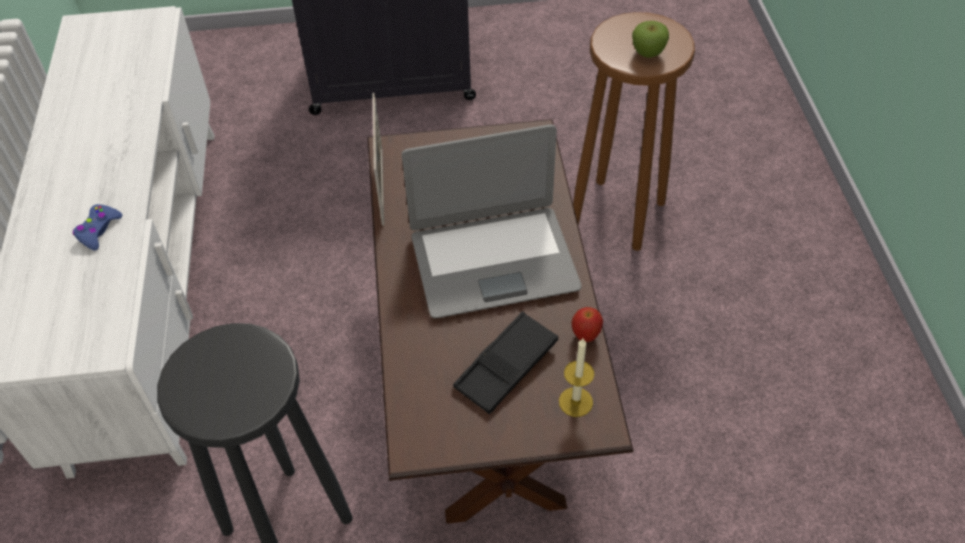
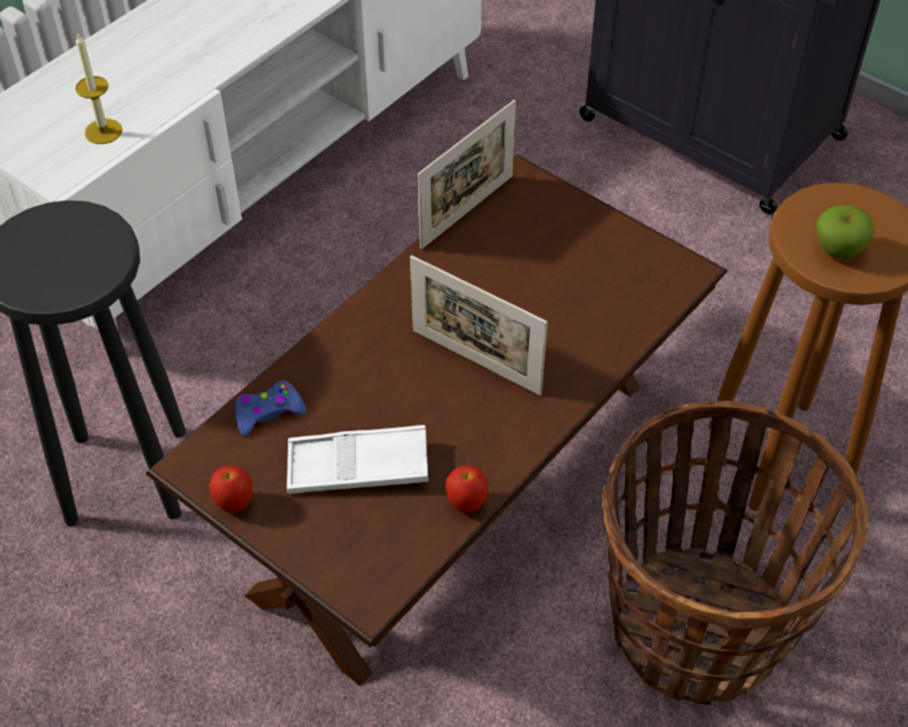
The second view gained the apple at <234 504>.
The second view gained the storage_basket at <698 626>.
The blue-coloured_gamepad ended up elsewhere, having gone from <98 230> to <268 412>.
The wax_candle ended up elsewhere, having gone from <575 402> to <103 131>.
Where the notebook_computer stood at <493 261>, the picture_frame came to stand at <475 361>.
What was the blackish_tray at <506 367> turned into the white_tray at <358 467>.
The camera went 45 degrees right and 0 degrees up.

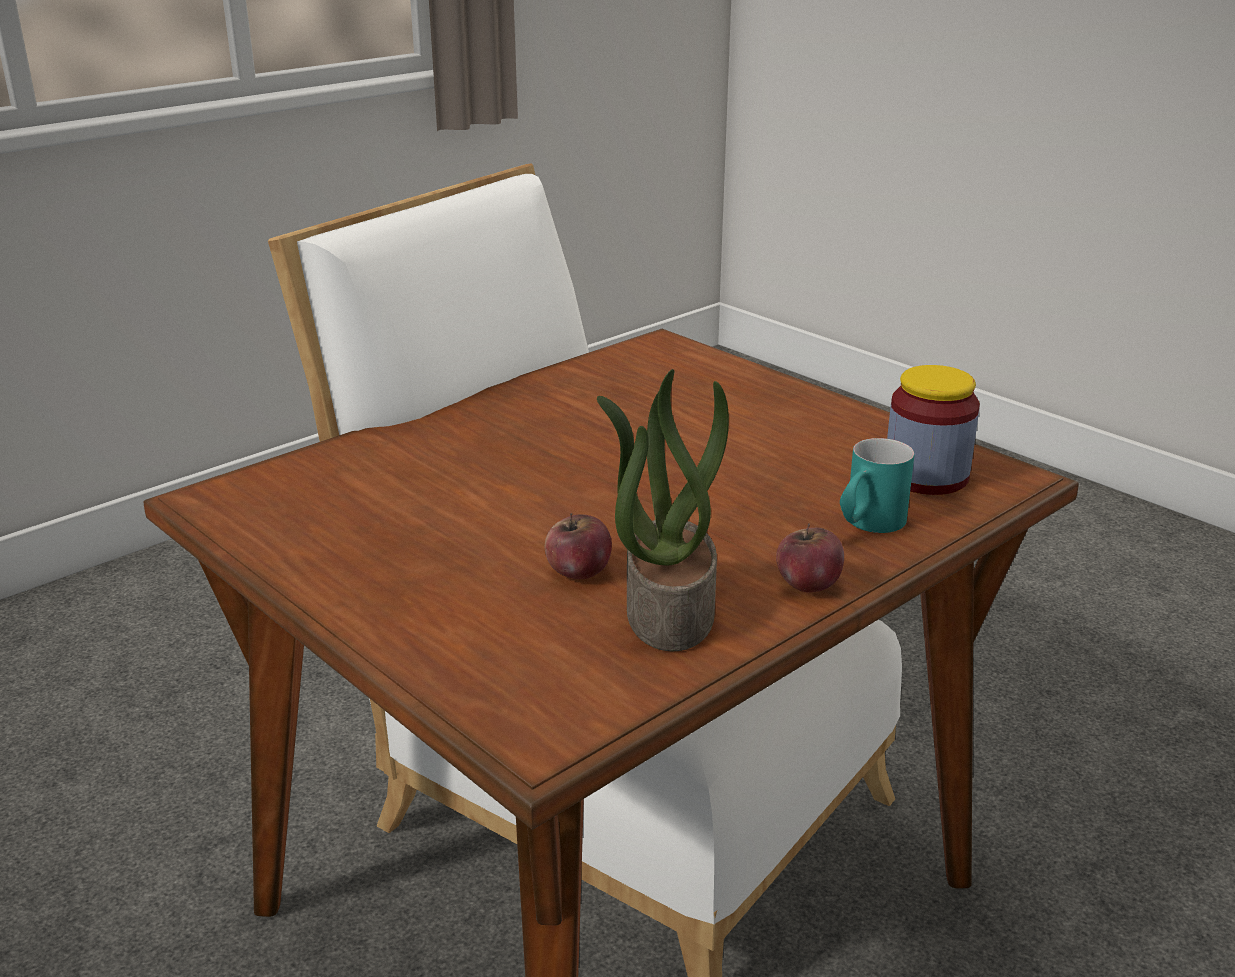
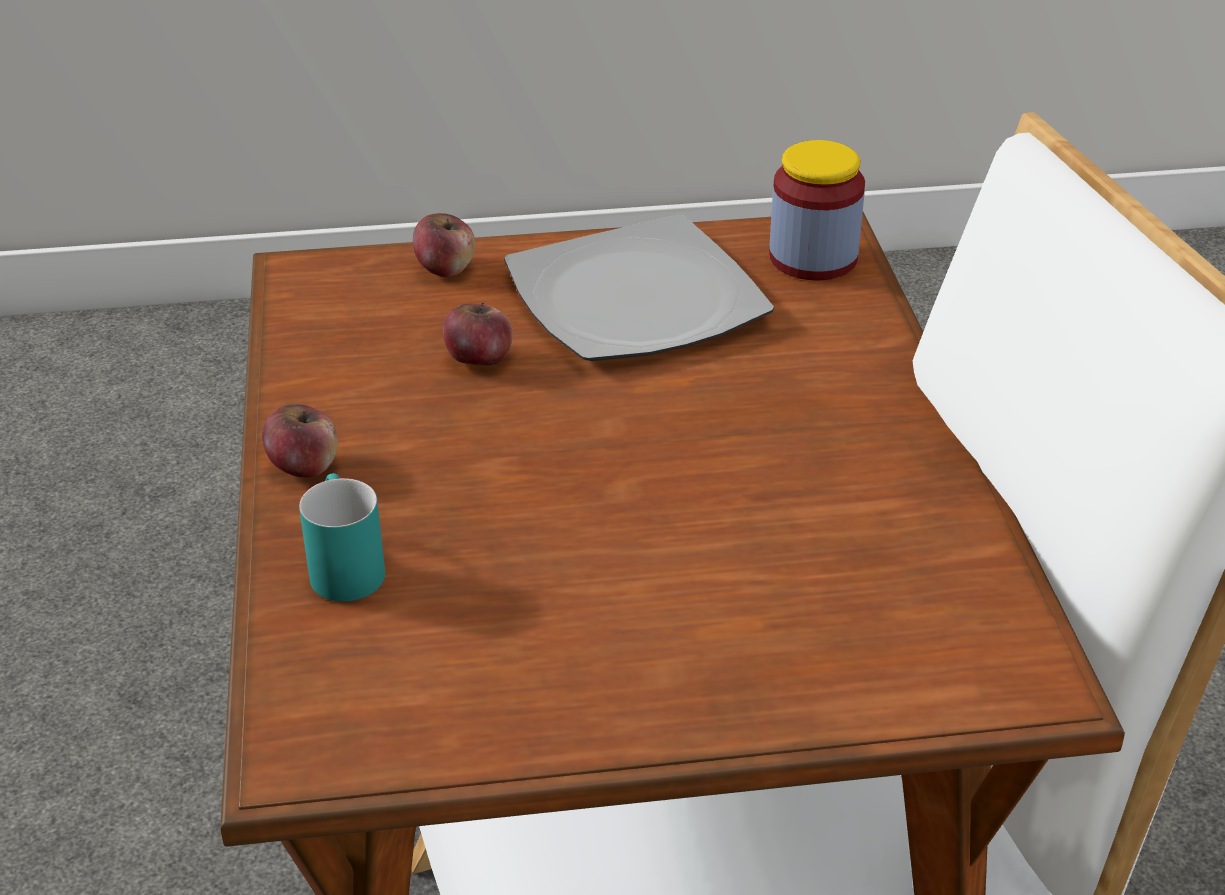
The second view lost the potted_plant at <667 611>.
The second view gained the apple at <446 269>.
The second view gained the dinner_plate at <639 300>.
The jar ended up elsewhere, having gone from <926 476> to <813 258>.
The camera went 125 degrees right and 10 degrees up.

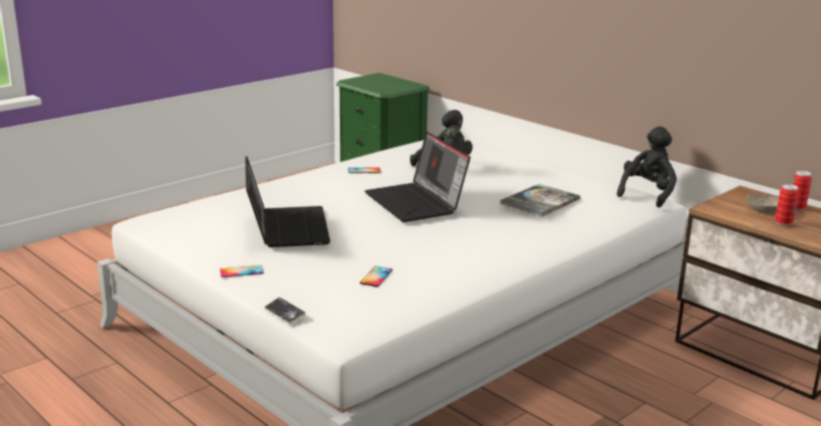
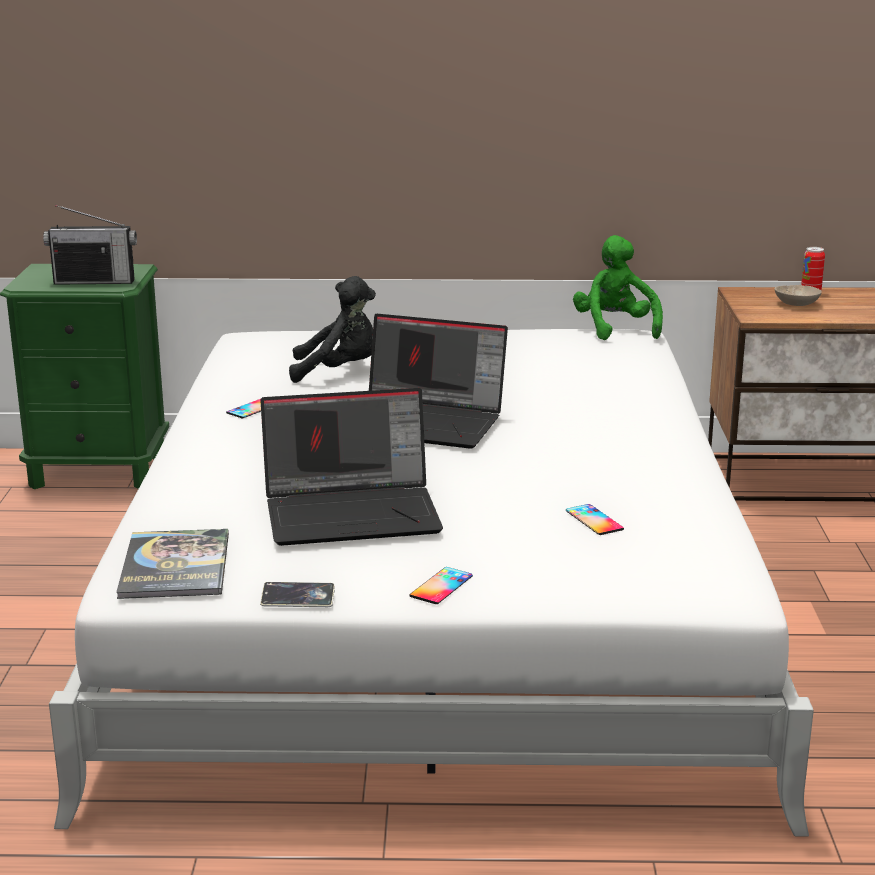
The second view lost the sealed_can at <783 223>.
The second view gained the radio_receiver at <94 281>.
The telephone ended up elsewhere, having gone from <284 313> to <297 599>.
The book ended up elsewhere, having gone from <540 201> to <175 566>.
What was the blackish_plush_toy at <647 194> turned into the greenish_plush_toy at <615 329>.
The notebook_computer at <286 228> ended up facing another way, 135 degrees clockwise from before.
The camera went 45 degrees left and 0 degrees up.

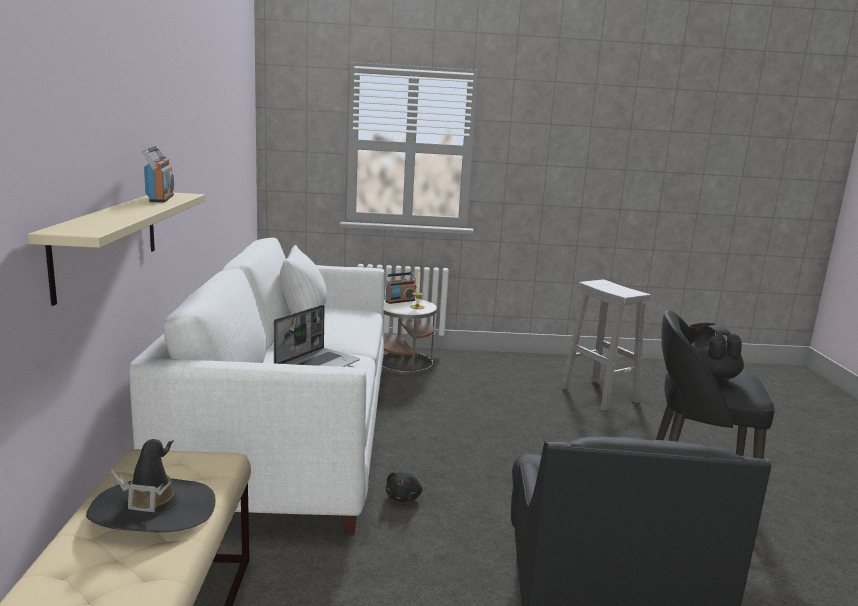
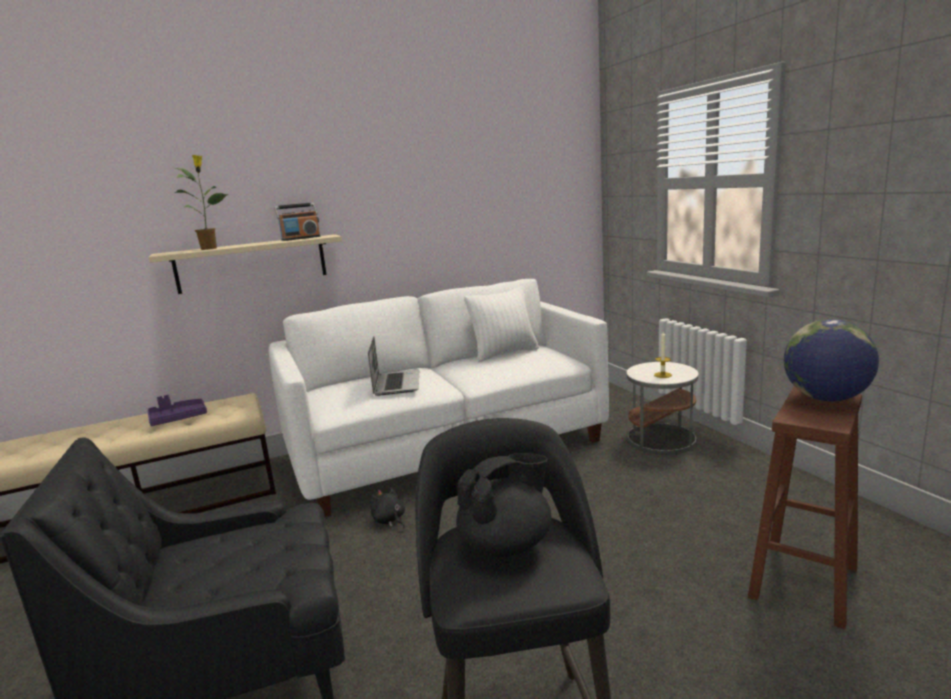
The second view lost the radio_receiver at <400 301>.
The second view gained the potted_plant at <210 248>.
The second view gained the world_globe at <826 398>.
Where the blackish_clothing_hat stood at <153 511>, the purplish_tray came to stand at <178 418>.
What was the white_stool at <600 395> turned into the brownish_stool at <803 583>.
The notebook_computer at <317 365> ended up facing another way, 105 degrees counterclockwise from before.
The blackish_plush_toy at <404 497> ended up facing another way, 60 degrees clockwise from before.
The camera went 70 degrees right and 0 degrees up.

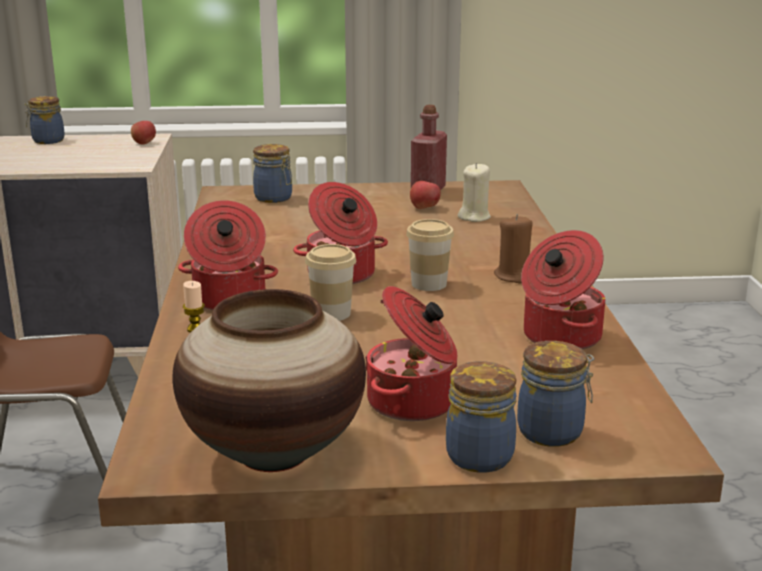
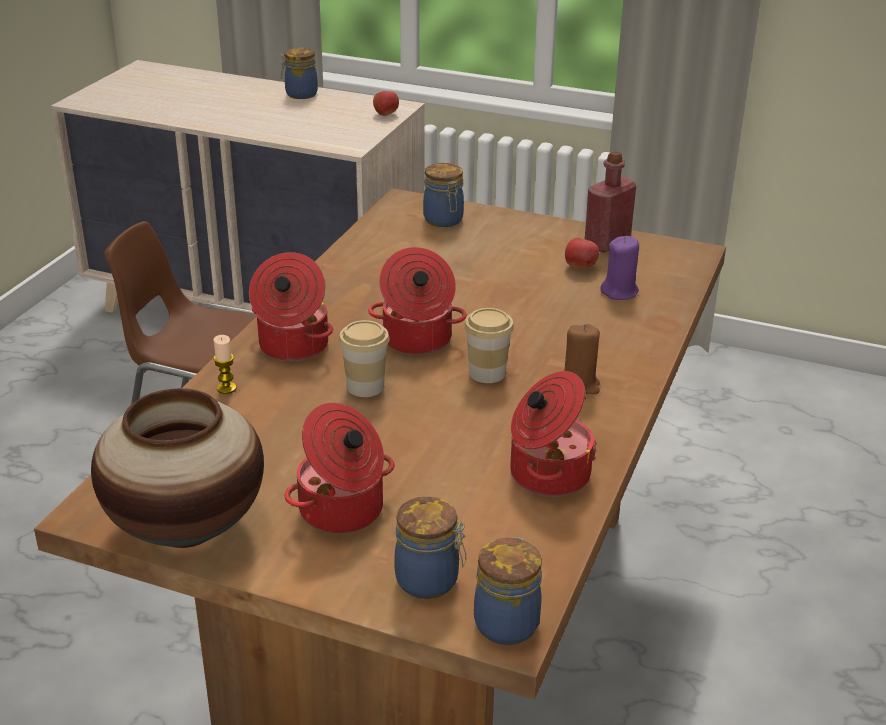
The jar ended up elsewhere, having gone from <478 455> to <507 622>.
What was the sand-coloured_wax_candle at <474 217> turned into the purplish_wax_candle at <620 292>.
The camera went 25 degrees right and 10 degrees up.

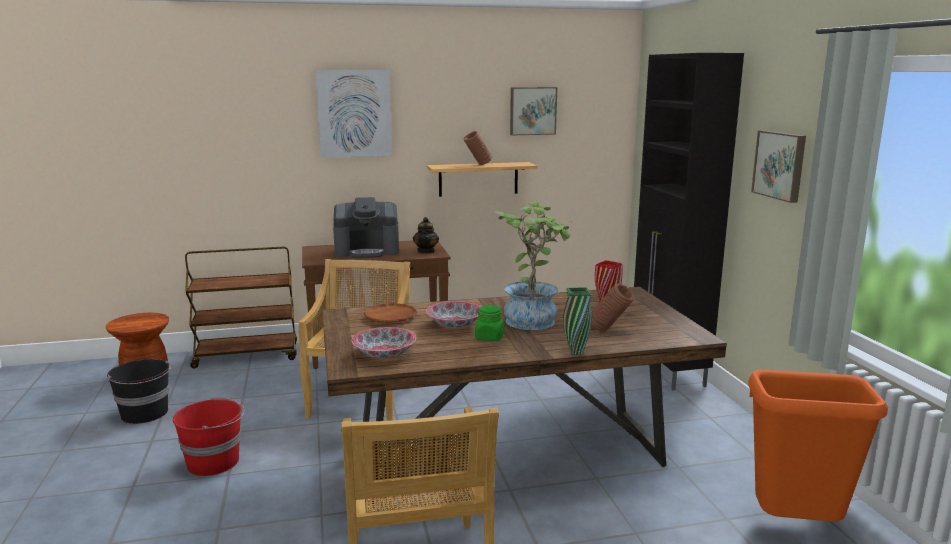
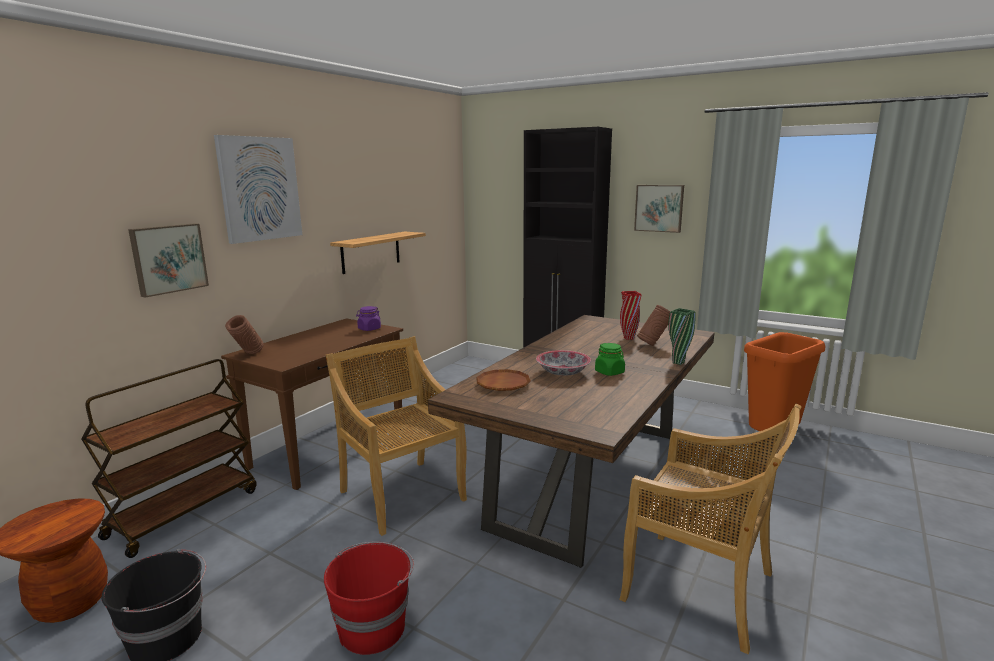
The second view lost the coffee_brewer at <367 251>.
The second view lost the bowl at <385 354>.
The second view lost the potted_plant at <533 318>.
The brownish_vase ended up elsewhere, having gone from <478 165> to <248 355>.
The wall_art ended up elsewhere, having gone from <532 111> to <168 258>.
Where the tea_pot stood at <426 251>, the purplish_jar came to stand at <369 329>.
The camera went 45 degrees left and 0 degrees up.

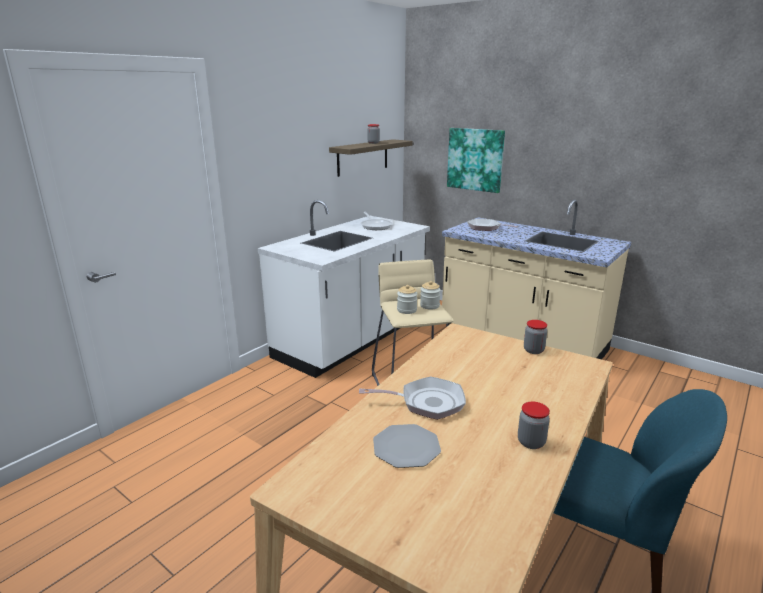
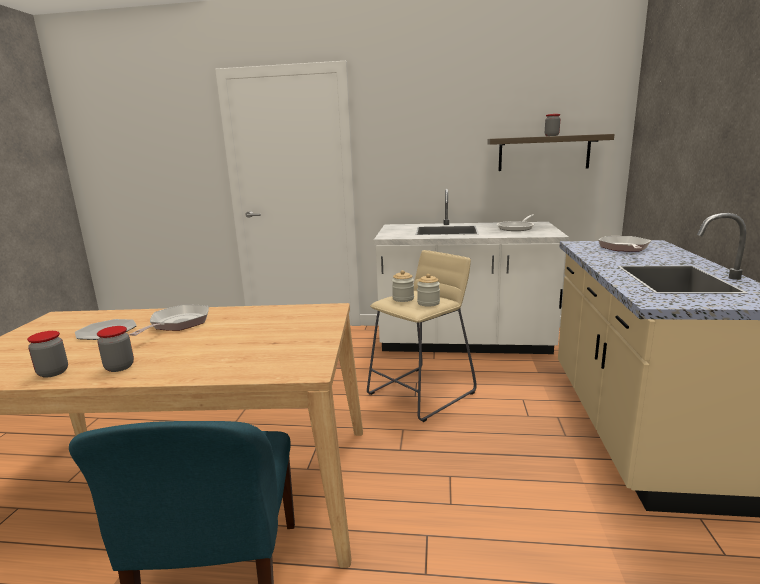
The second view lost the wall_art at <475 159>.
The jar ended up elsewhere, having gone from <533 350> to <53 372>.
The frying_pan at <426 402> ended up facing another way, 135 degrees counterclockwise from before.
The camera went 60 degrees right and 5 degrees down.

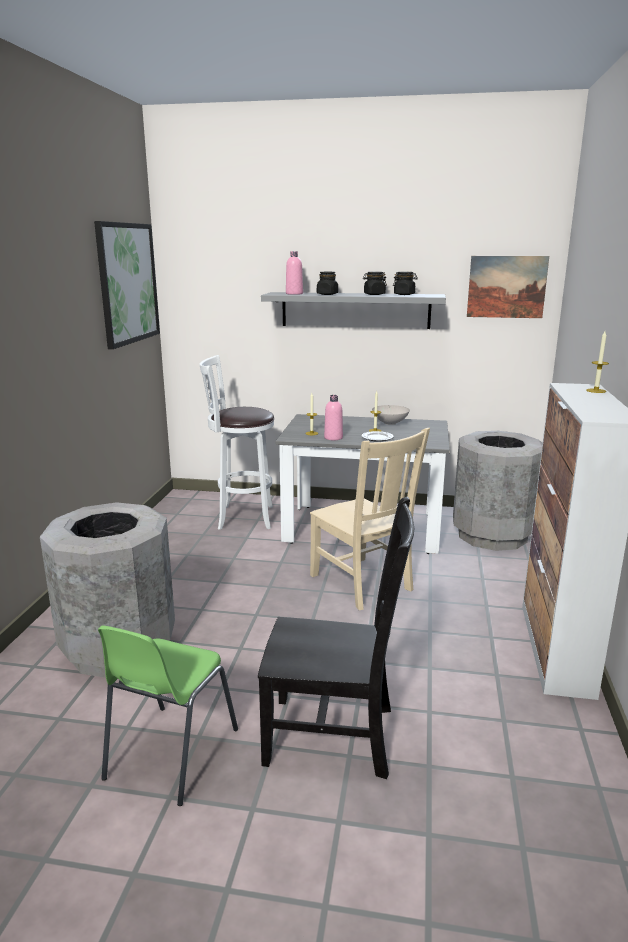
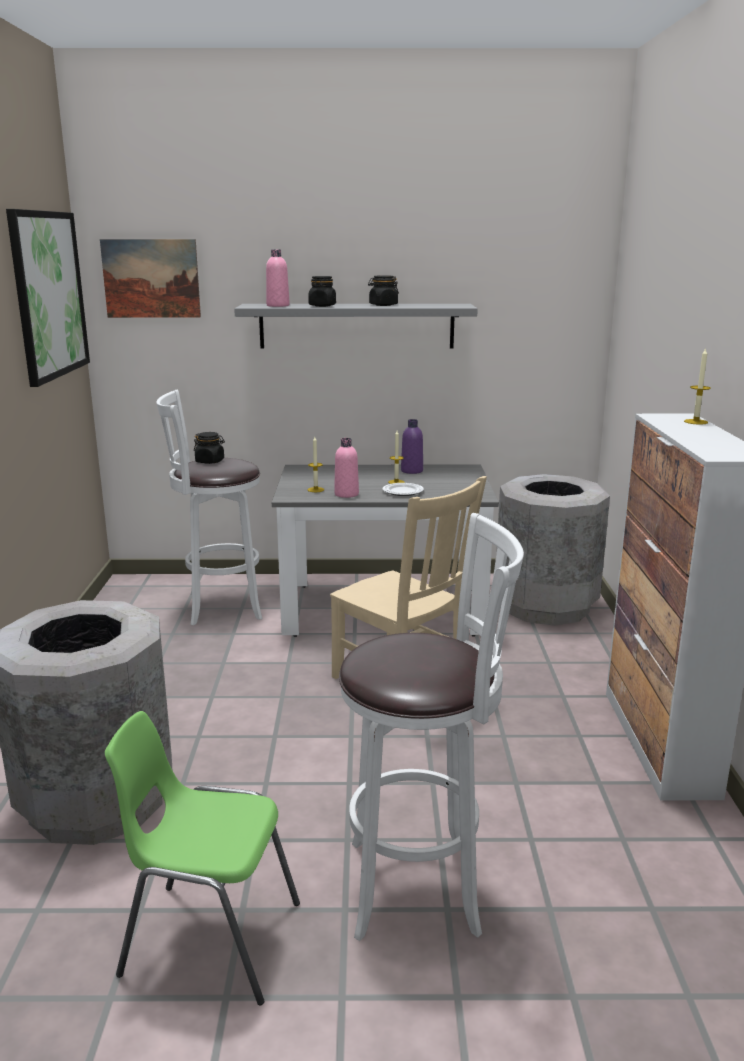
The blackish_jar ended up elsewhere, having gone from <404 294> to <210 461>.
The wall_art ended up elsewhere, having gone from <506 287> to <151 278>.
Where the blackish_upright_chair stood at <335 736>, the white_stool came to stand at <422 885>.
Where the white_bowl stood at <390 423>, the purplish_bottle came to stand at <412 471>.
The greenish_upright_chair at <170 754> ended up facing another way, 90 degrees clockwise from before.
The camera went 10 degrees left and 0 degrees up.

